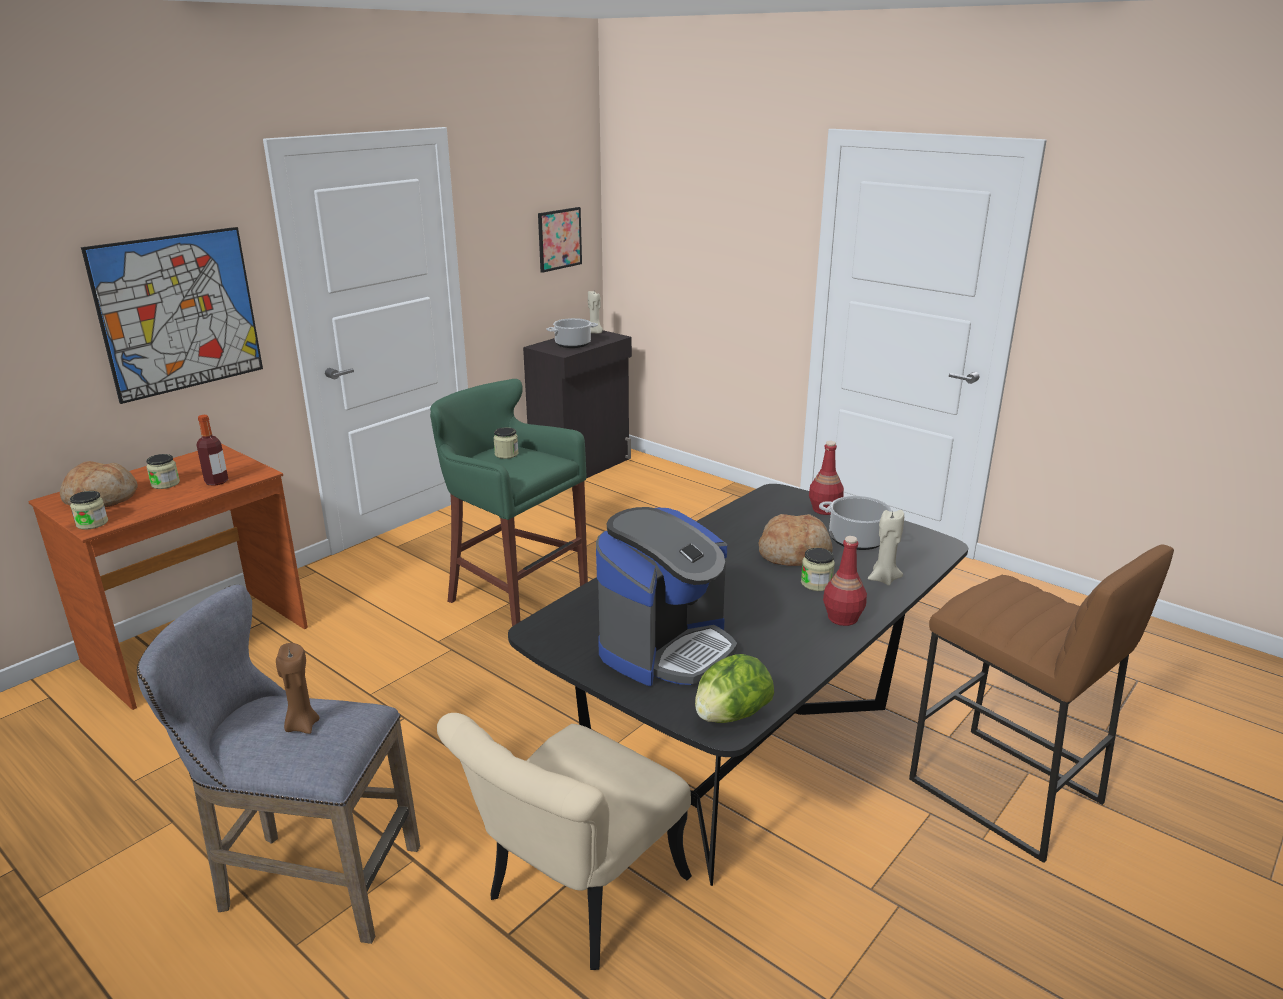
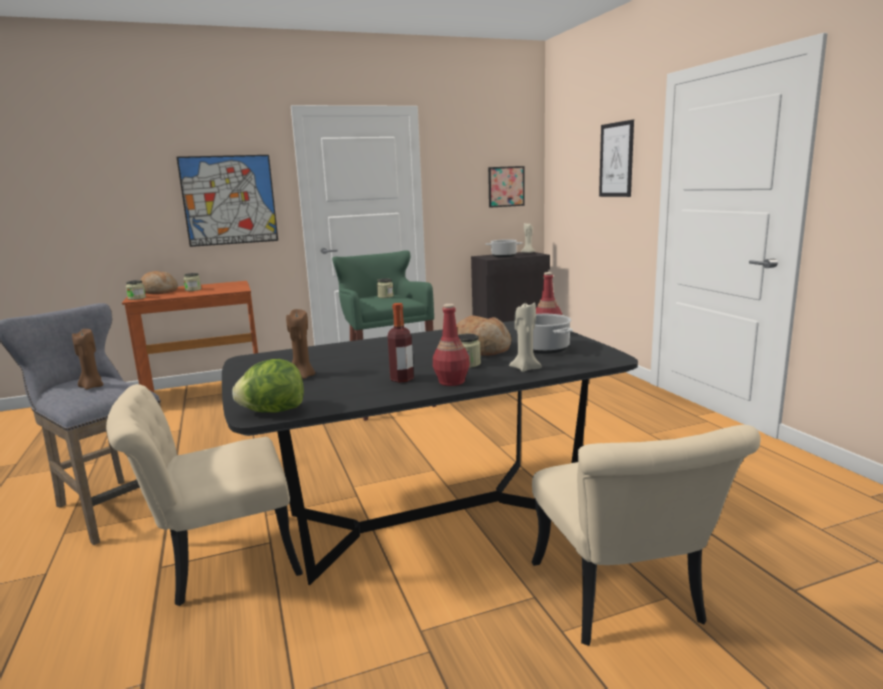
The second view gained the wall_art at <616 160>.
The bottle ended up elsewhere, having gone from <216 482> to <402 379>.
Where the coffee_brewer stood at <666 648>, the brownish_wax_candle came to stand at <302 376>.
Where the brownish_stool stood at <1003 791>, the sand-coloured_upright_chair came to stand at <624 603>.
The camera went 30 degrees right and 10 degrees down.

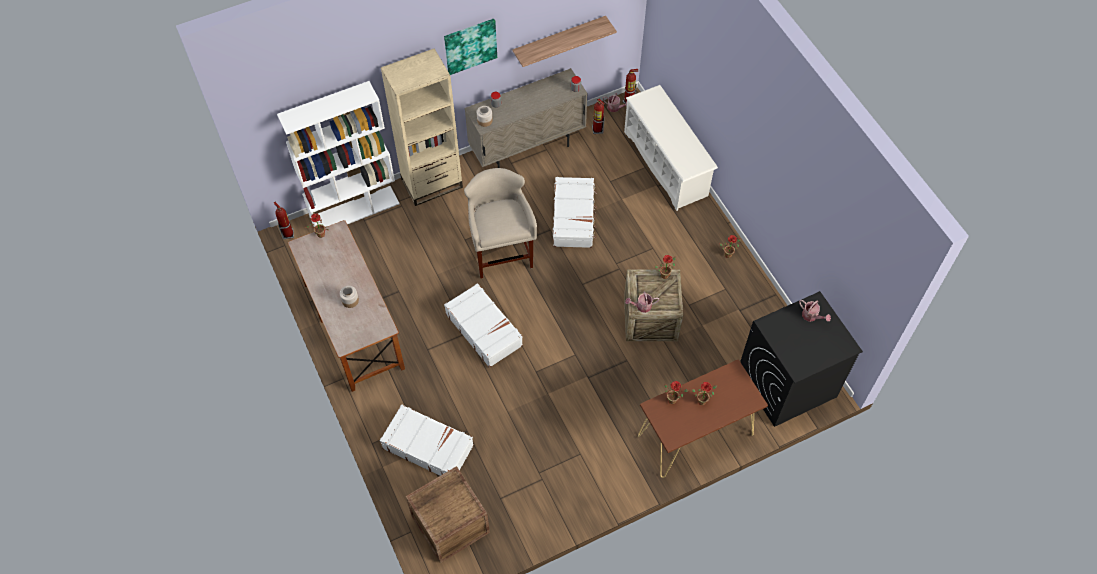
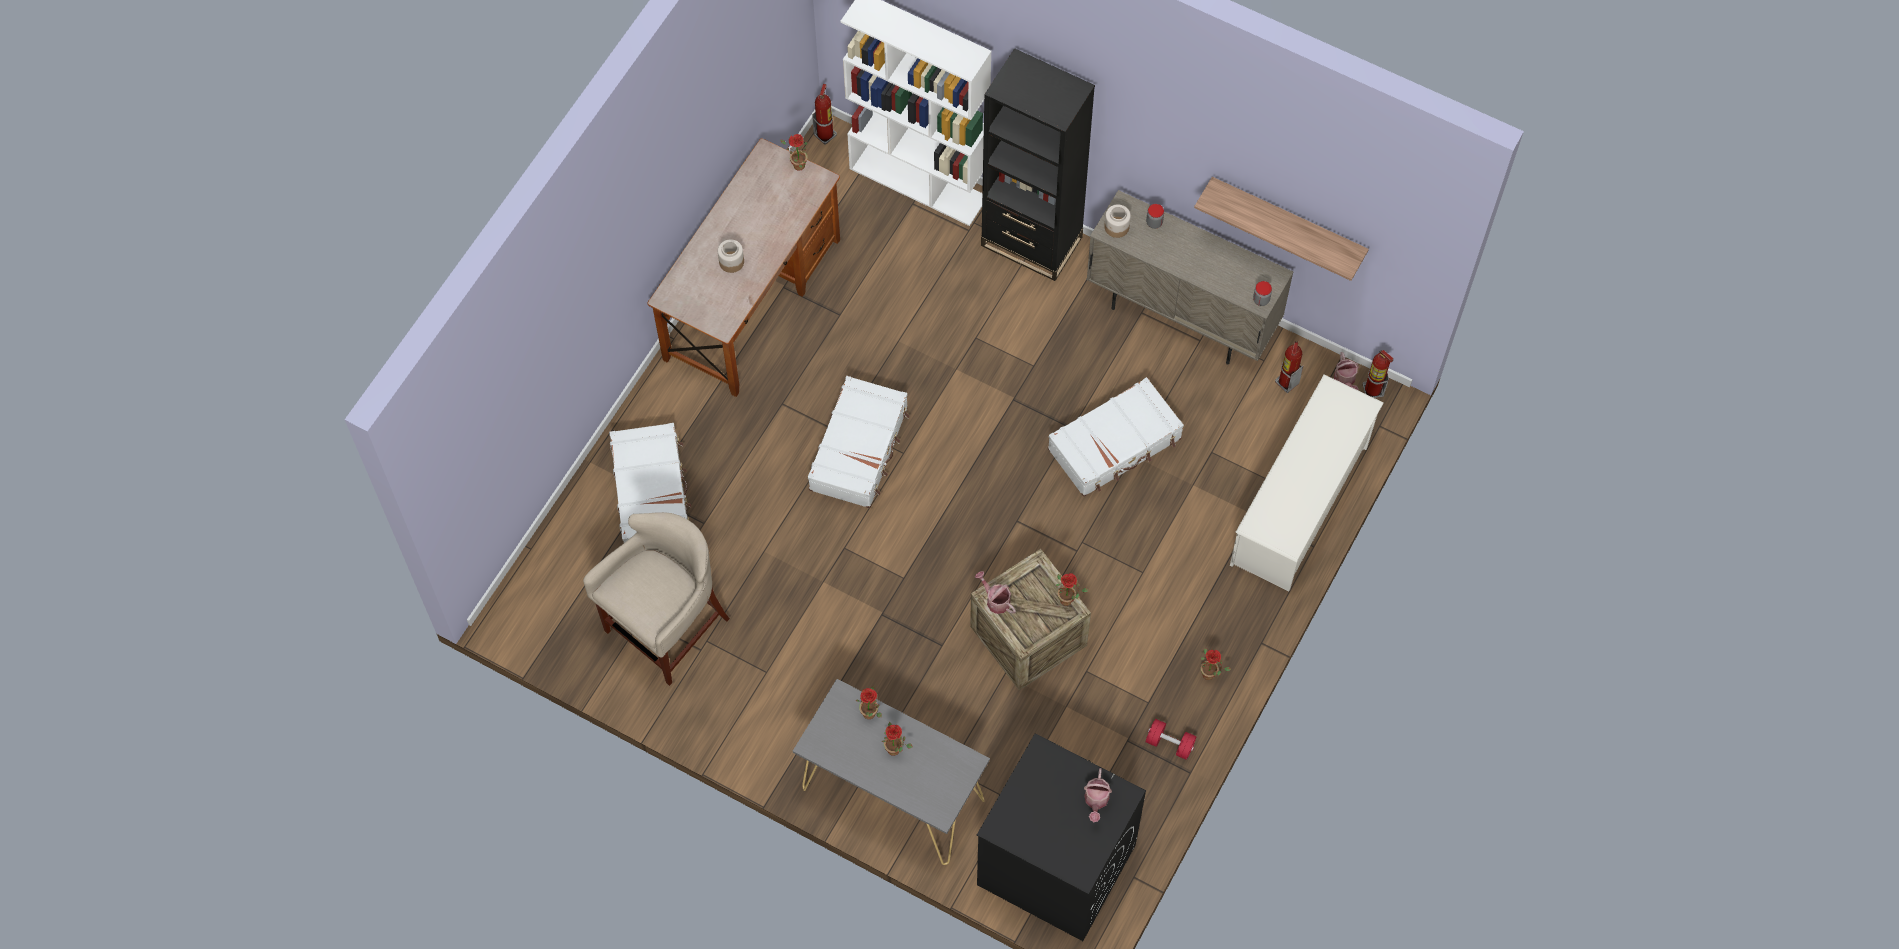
The second view lost the packing_crate at <450 524>.
The second view lost the wall_art at <470 45>.
The second view gained the red-coloured_free_weight at <1170 743>.
The sand-coloured_stool ended up elsewhere, having gone from <501 252> to <667 628>.
What was the sand-coloured_bookcase at <432 183> turned into the blackish_bookcase at <1031 241>.
What was the brownish_console_table at <695 435> turned into the gray_console_table at <892 793>.
The camera went 55 degrees right and 5 degrees up.

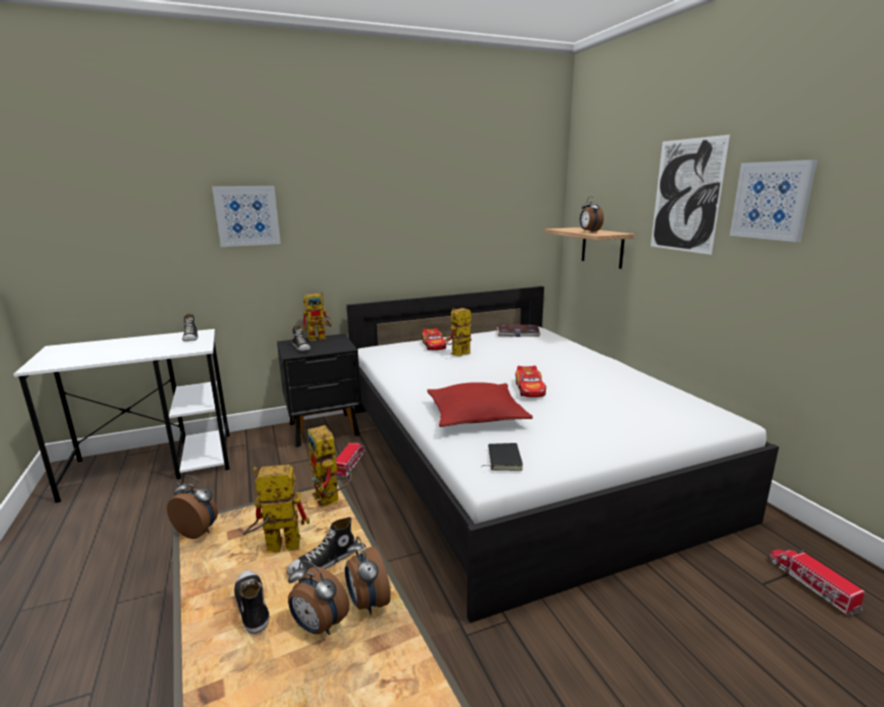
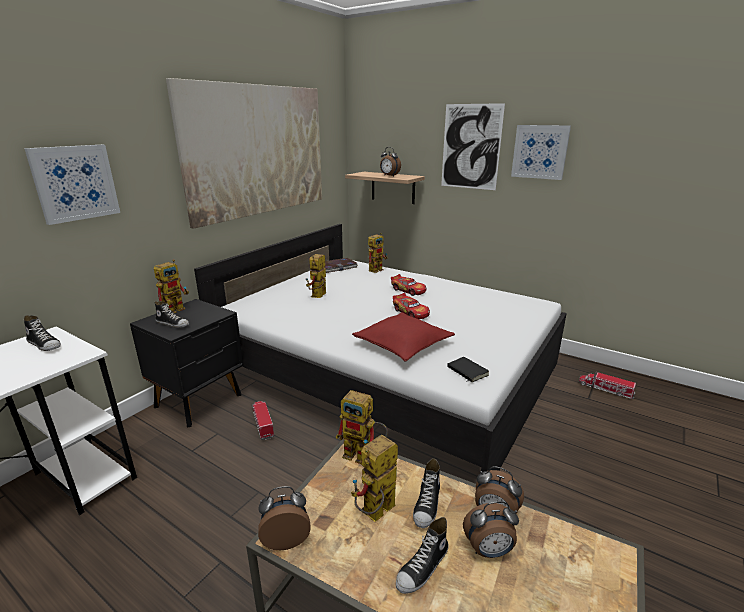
The second view gained the wall_art at <258 151>.
The second view gained the robot_figure at <377 269>.
The toy_car ended up elsewhere, having gone from <434 345> to <408 290>.
The shoe at <251 605> ended up facing another way, 75 degrees counterclockwise from before.
The camera went 35 degrees left and 5 degrees up.

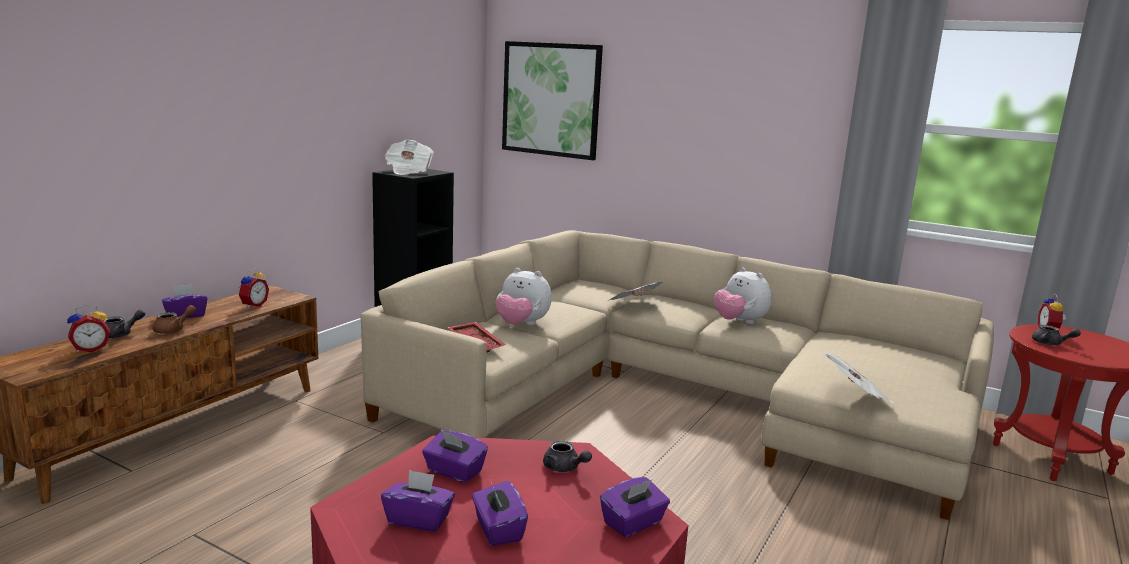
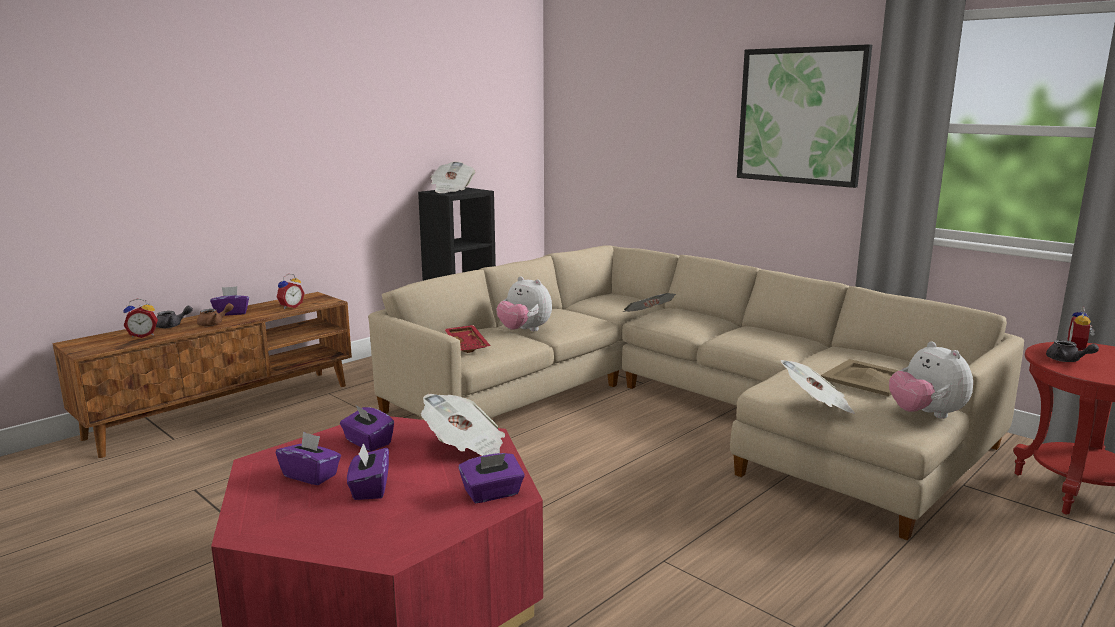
The second view gained the sand-coloured_tray at <868 378>.
The wall_art ended up elsewhere, having gone from <551 99> to <800 116>.
The plush_toy ended up elsewhere, having gone from <739 322> to <926 415>.
Where the gray_tea_pot stood at <564 468>, the newspaper came to stand at <465 447>.
The camera went 15 degrees right and 0 degrees up.

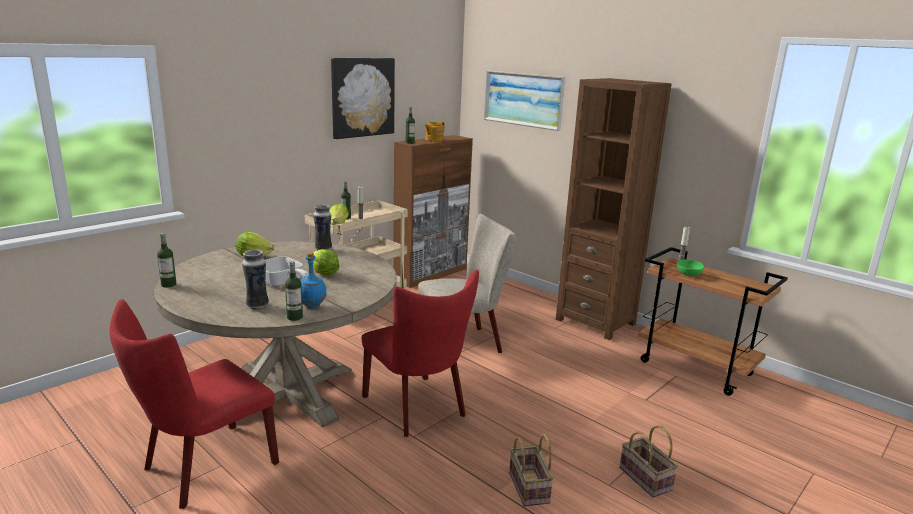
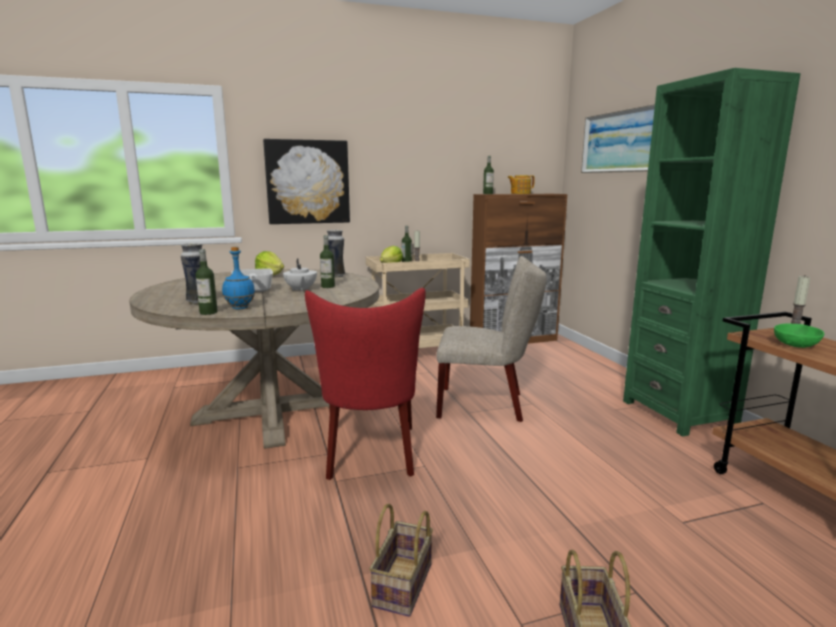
The second view lost the red-coloured_upright_chair at <203 468>.
The bottle ended up elsewhere, having gone from <168 285> to <328 286>.
The wall_art ended up elsewhere, having gone from <362 97> to <307 182>.
Where the head_of_lettuce stood at <323 274>, the white_tea_pot came to stand at <300 290>.
What was the brownish_bookcase at <595 321> turned into the greenish_bookcase at <678 413>.
The camera went 30 degrees right and 5 degrees down.

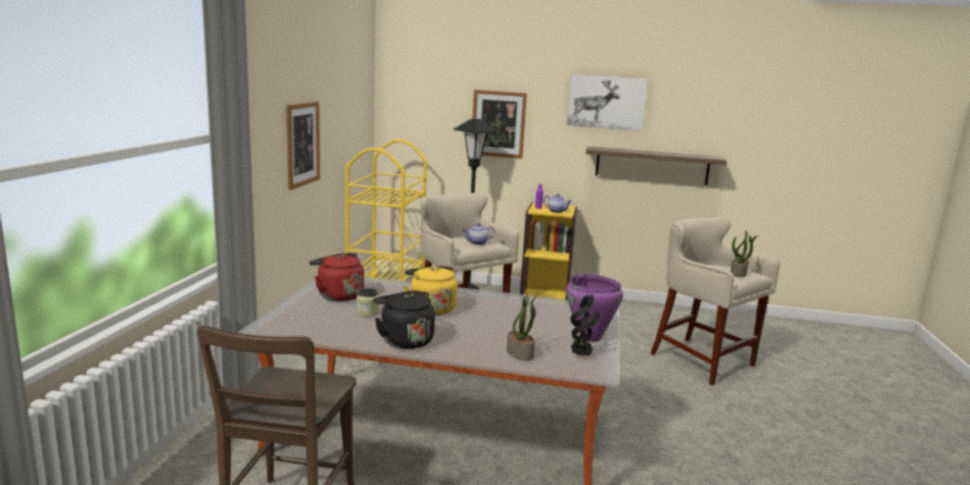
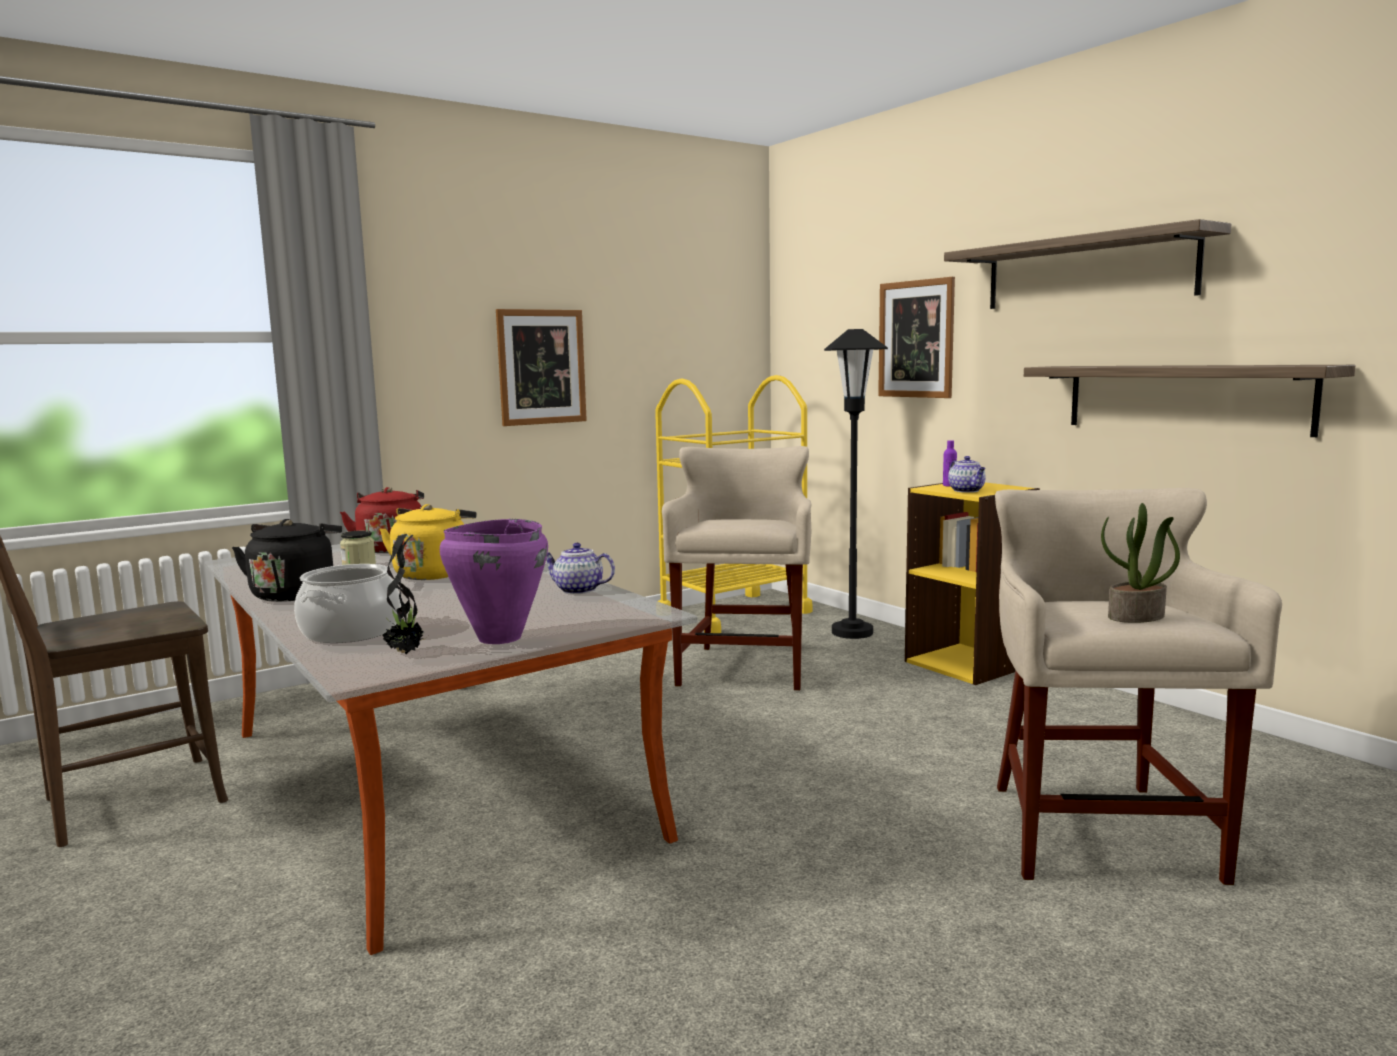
The tea_pot ended up elsewhere, having gone from <477 243> to <577 590>.
Where the potted_plant stood at <520 353>, the saucepot came to stand at <351 632>.
Where the wall_art hung at <606 102>, the shelf came to hang at <1087 271>.
The camera went 45 degrees right and 5 degrees down.

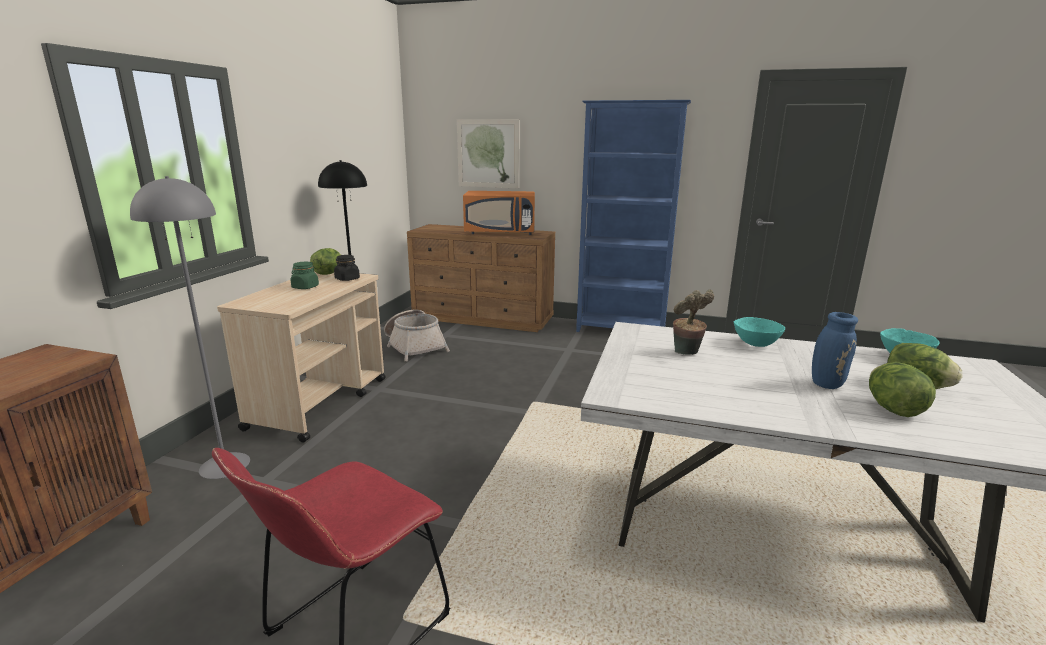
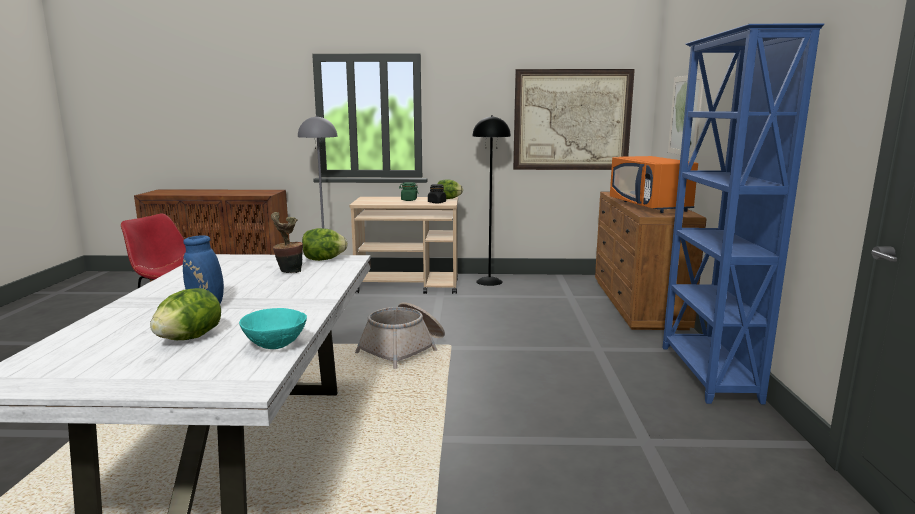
The second view lost the blue-green_bowl at <756 344>.
The second view gained the wall_art at <572 120>.
The storage_basket ended up elsewhere, having gone from <414 346> to <404 349>.
The head_of_lettuce ended up elsewhere, having gone from <893 409> to <323 260>.
The camera went 75 degrees right and 5 degrees down.

